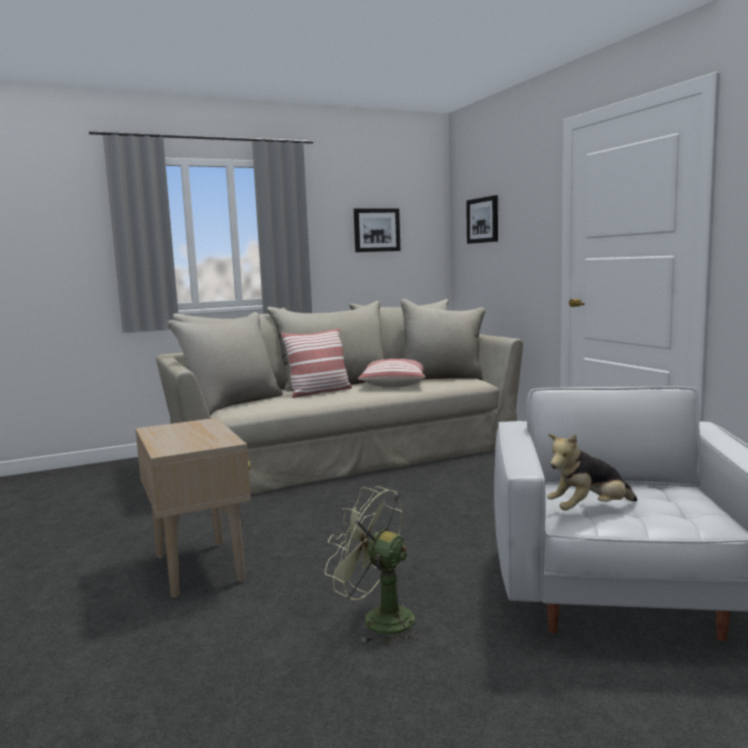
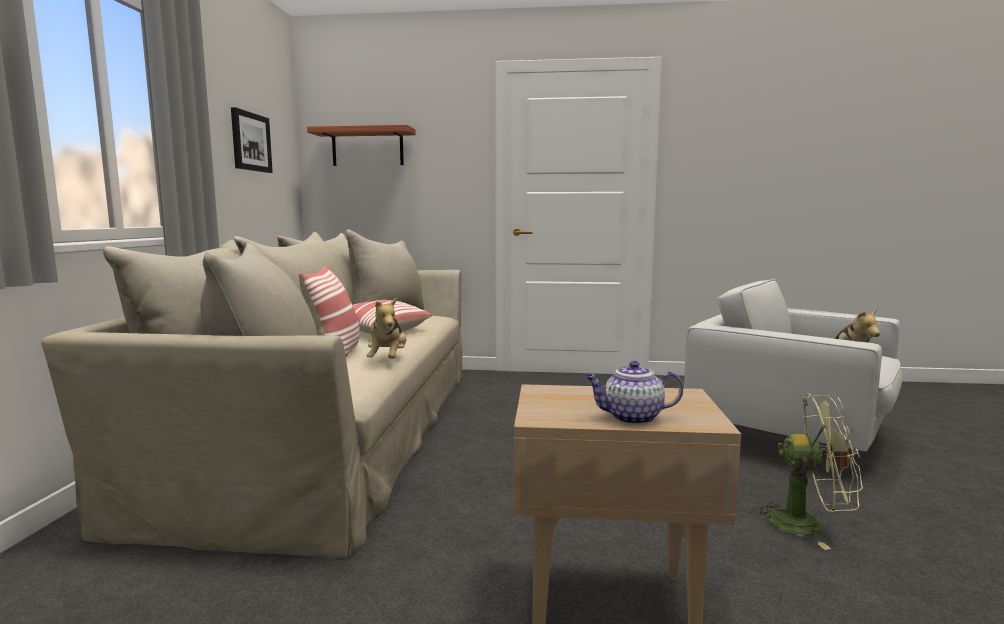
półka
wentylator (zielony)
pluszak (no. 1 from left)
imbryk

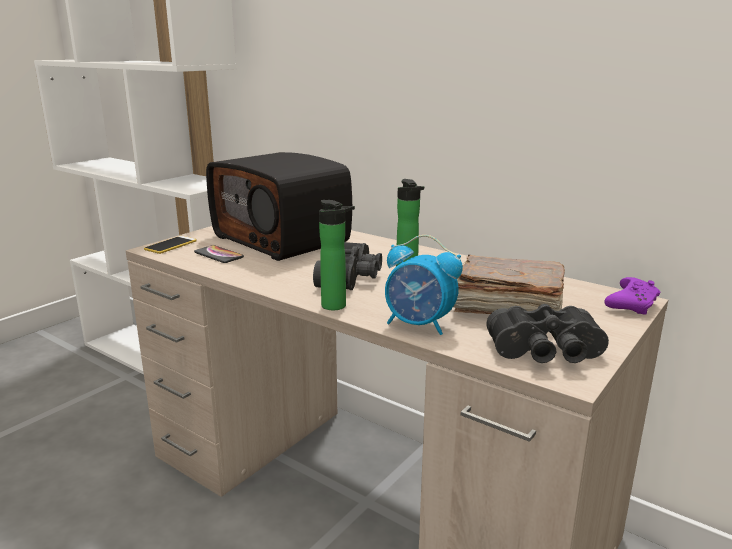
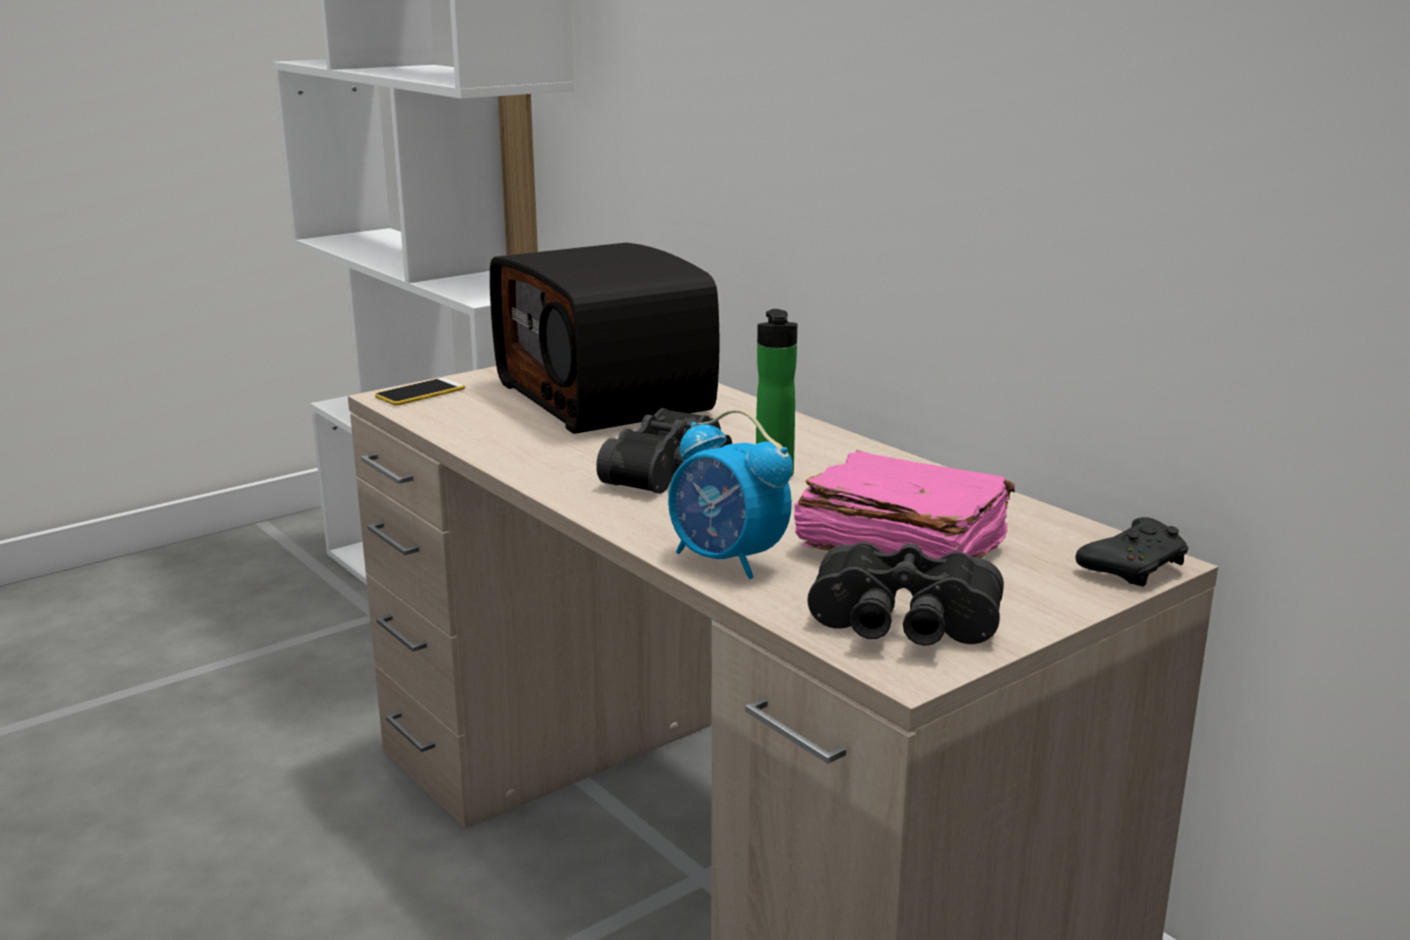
butelka (no. 1 from left in the first image)
telefon (no. 2 from left in the first image)
książka (różowy)
pad do gier (czarny)

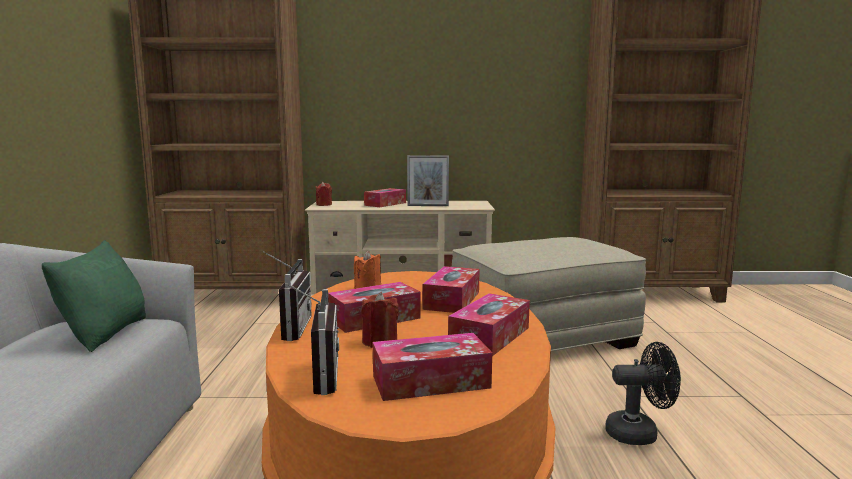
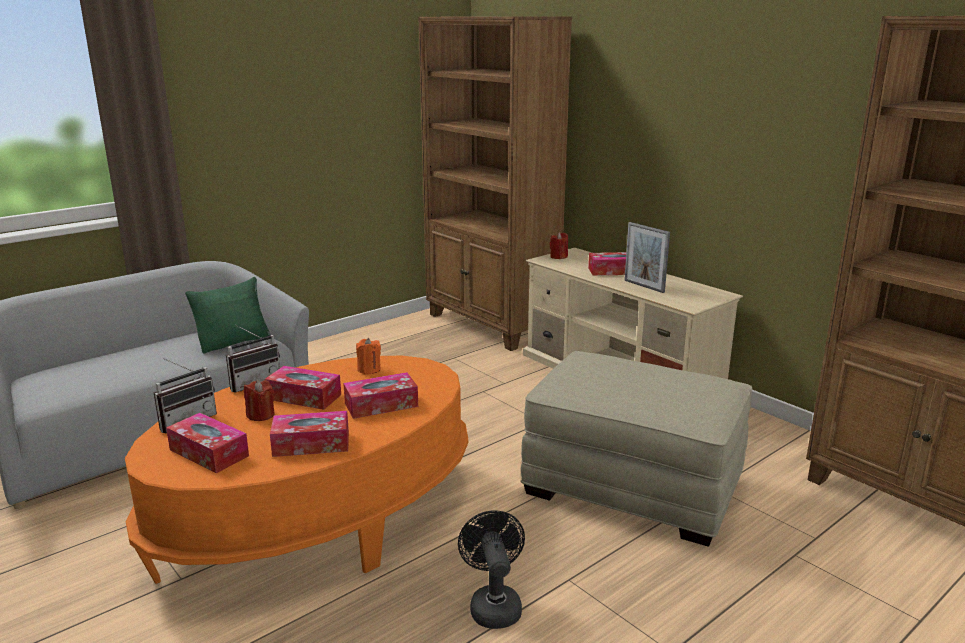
wentylator (czarny)

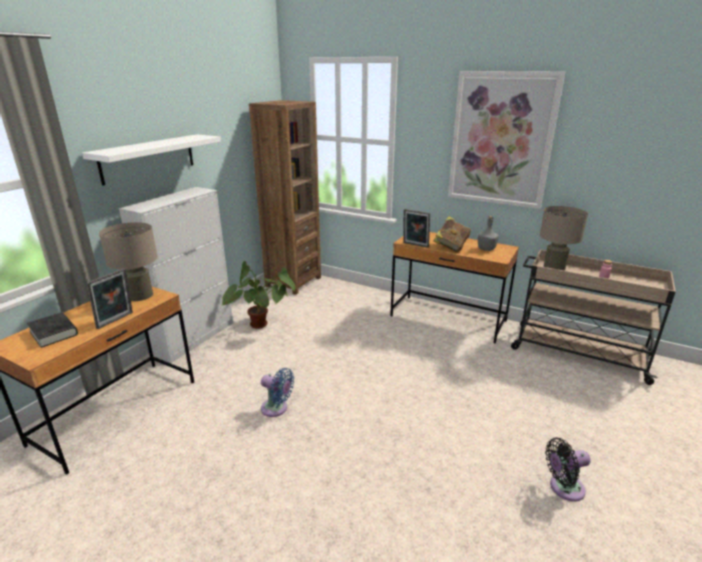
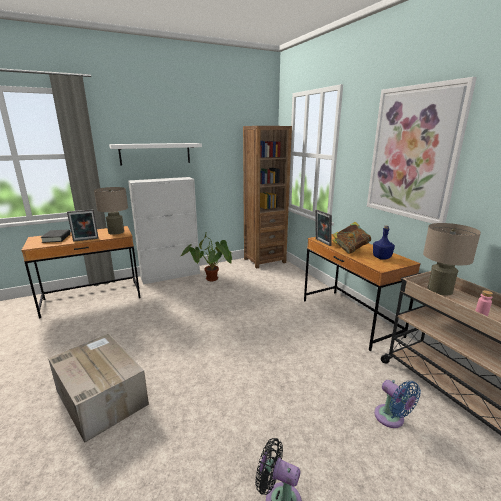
butelka (niebieski)
wentylator (niebieski)
karton

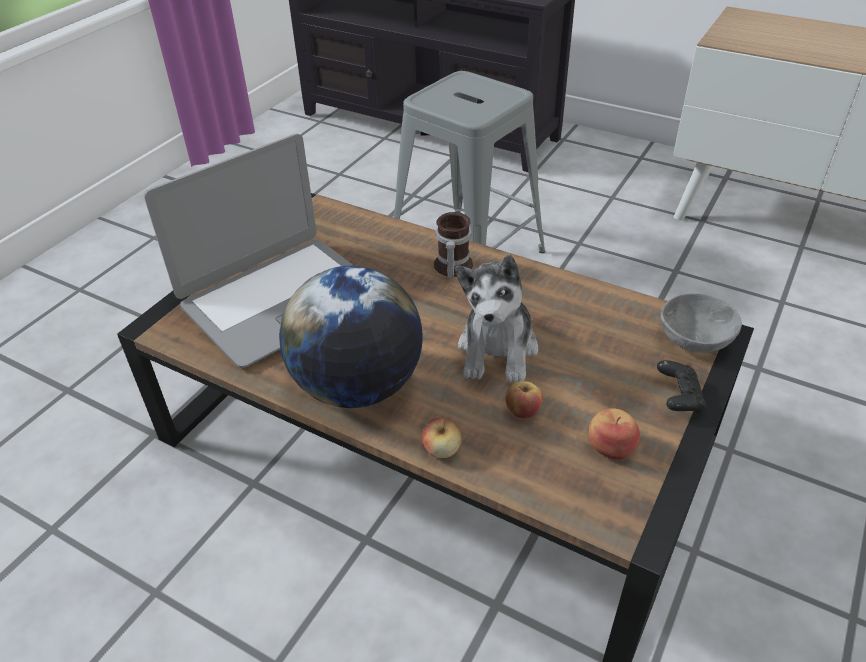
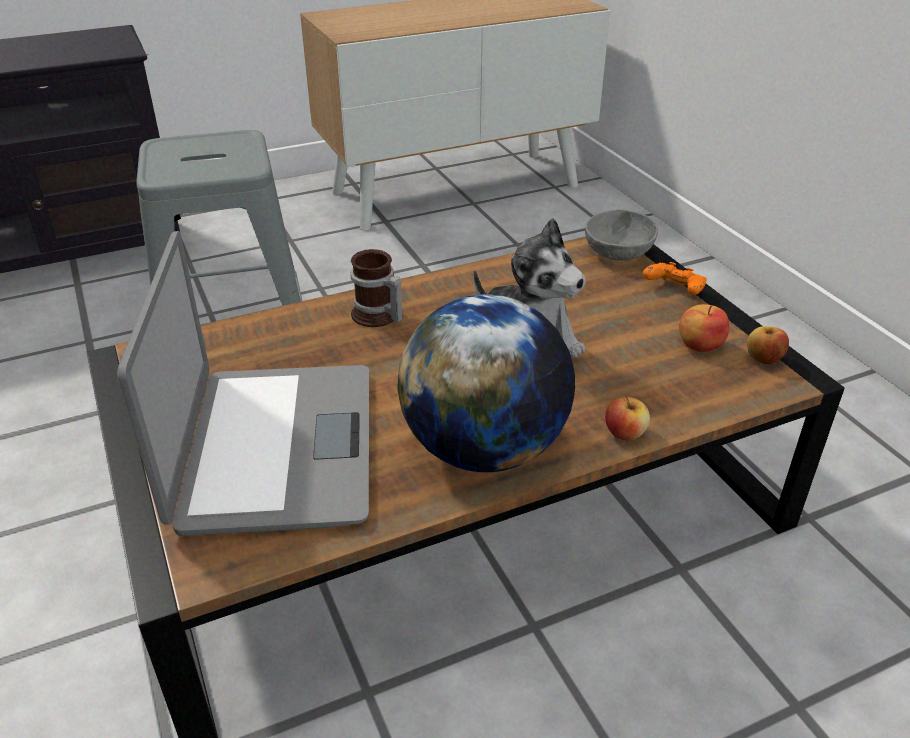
pad do gier (pomarańczowy)
jabłko (no. 3 from left)

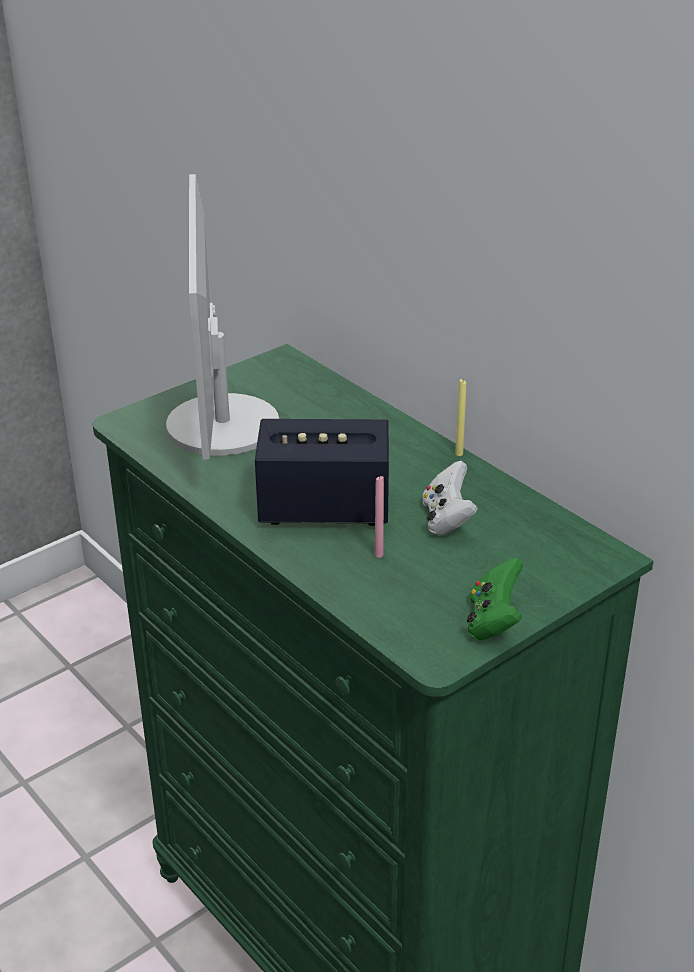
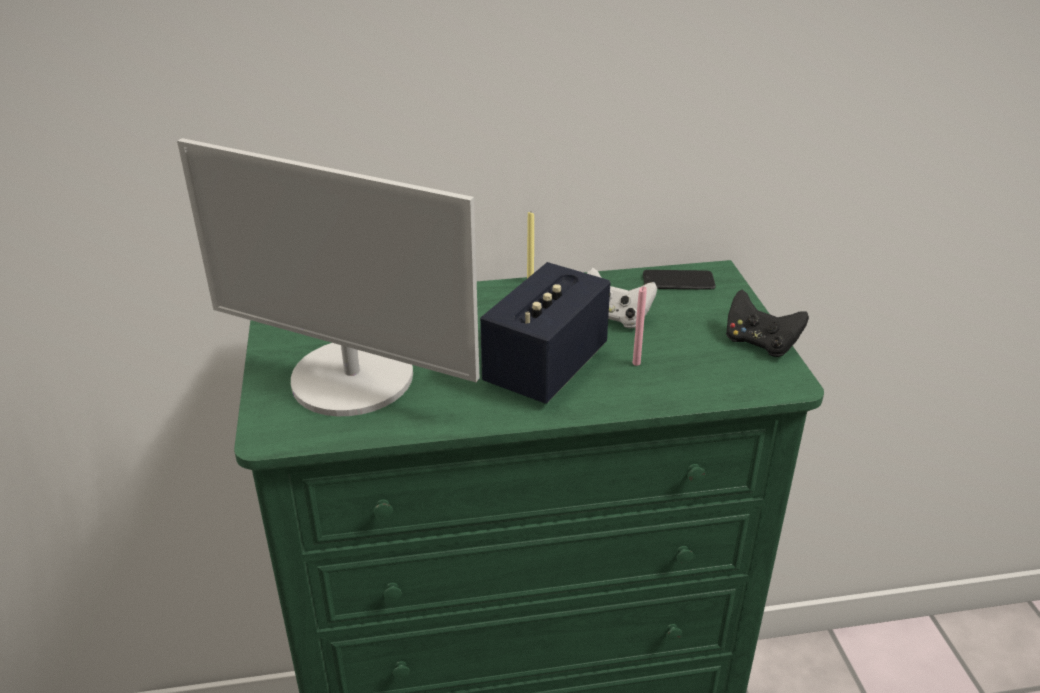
pad do gier (czarny)
telefon

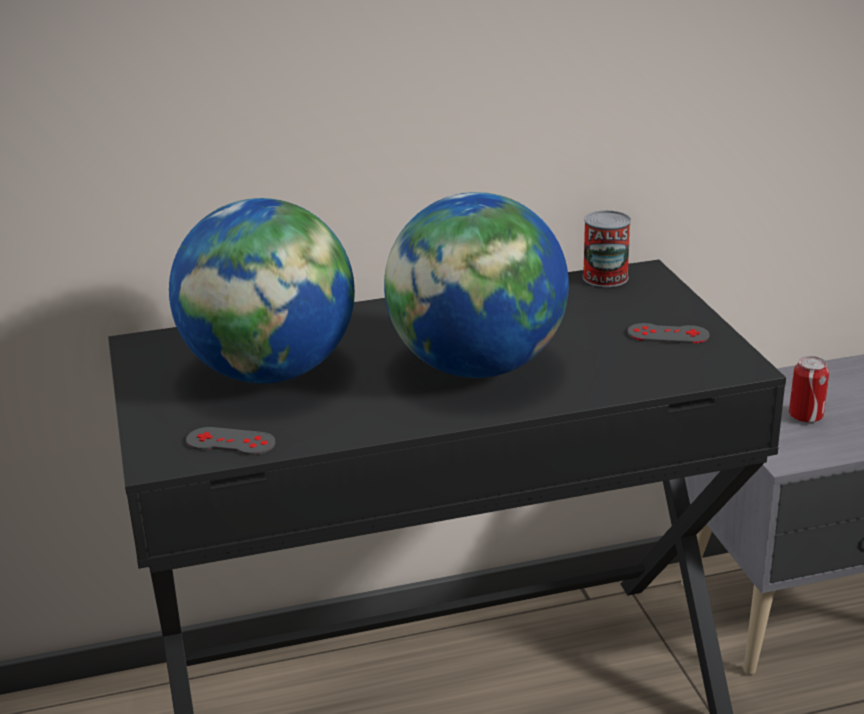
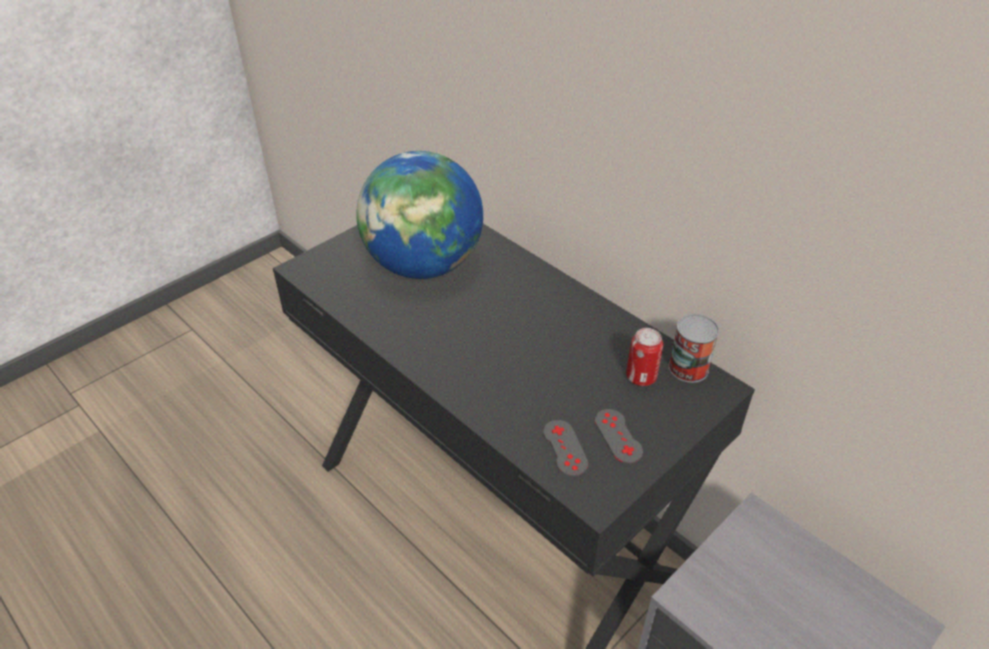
globus (no. 2 from left in the first image)
puszka (no. 1 from left)
pad do gier (szary) (no. 1 from left)

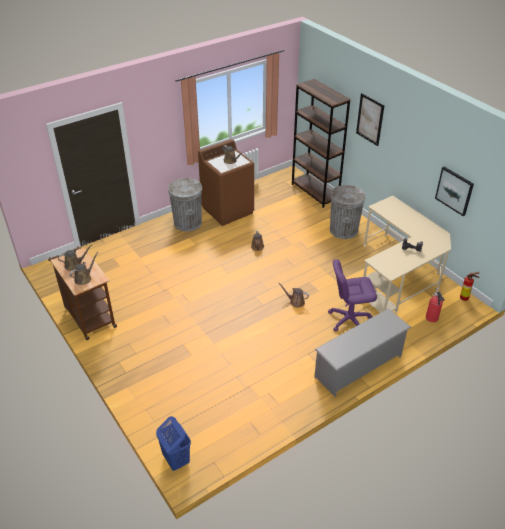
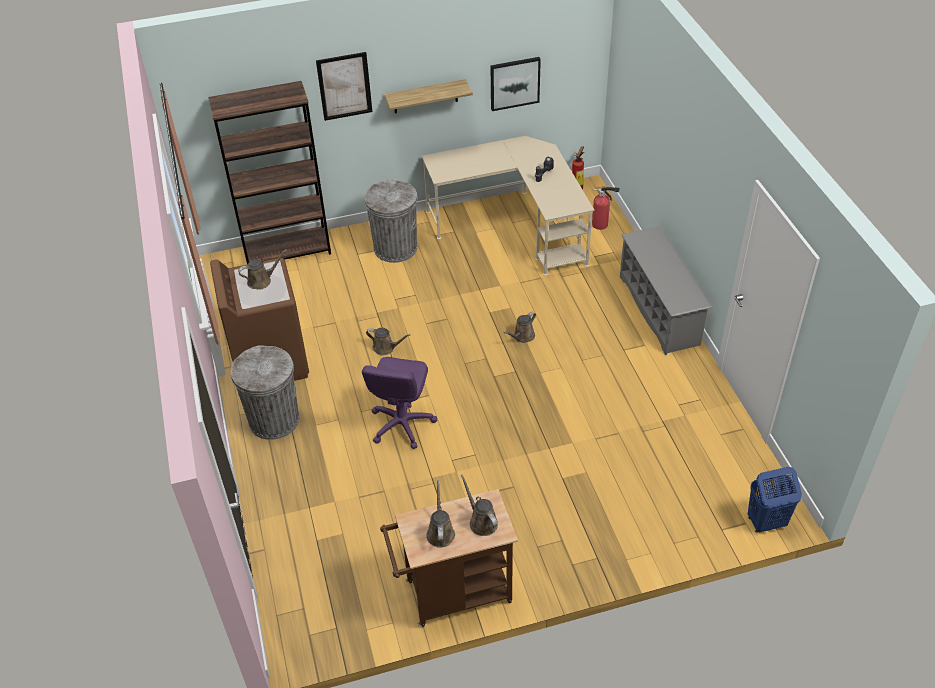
krzesło biurowe (fioletowy)
półka

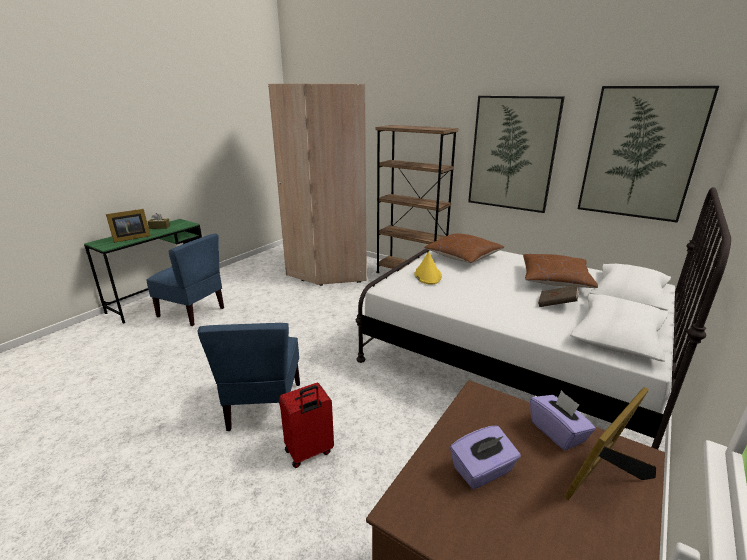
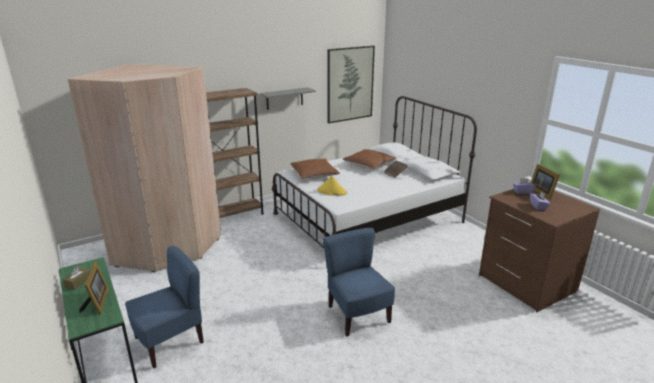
półka (szary)
krzesło (niebieski) (no. 2 from left)
walizka (czerwony)

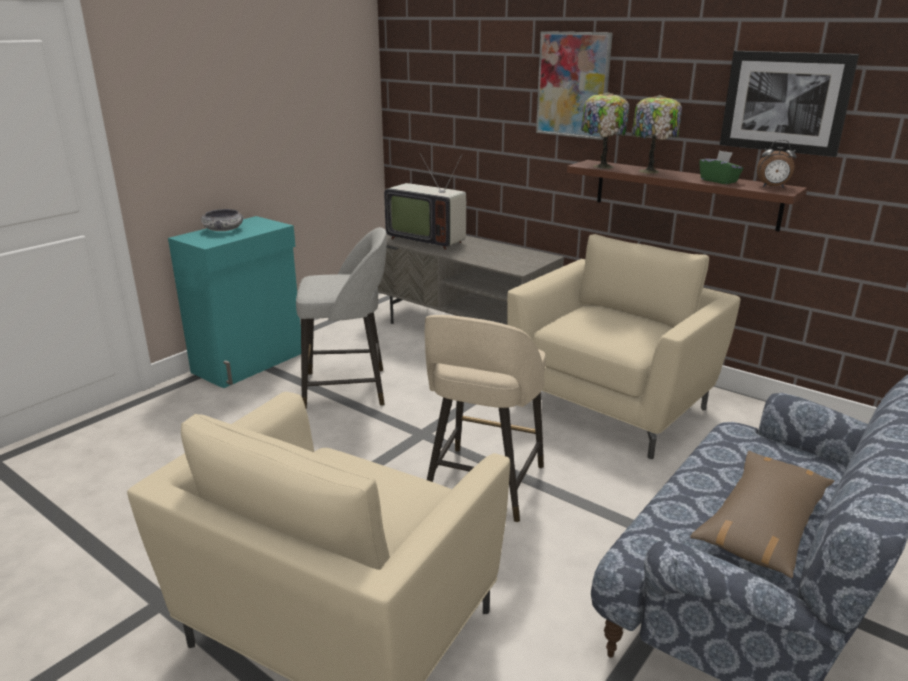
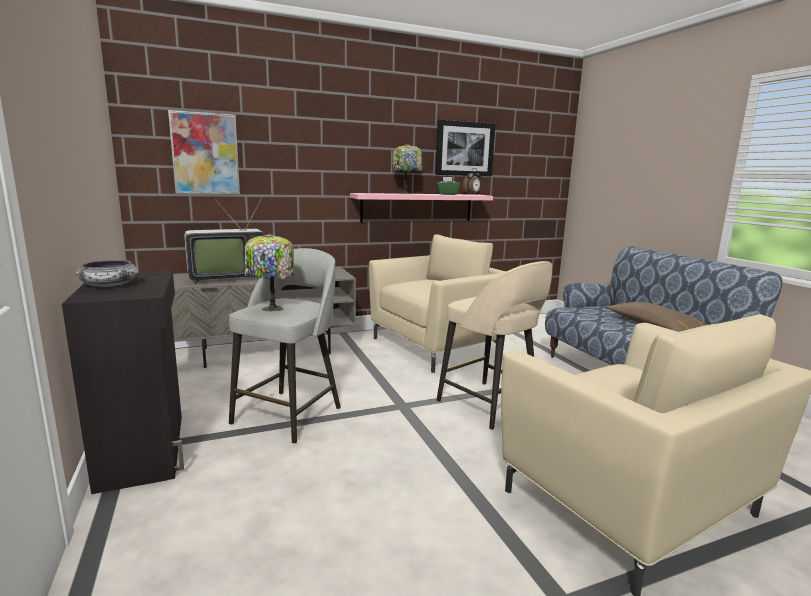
obraz (no. 1 from left)
lampa stołowa (no. 1 from left)
półka (różowy)
szafka (czarny)
fotel (beżowy) (no. 1 from left)

